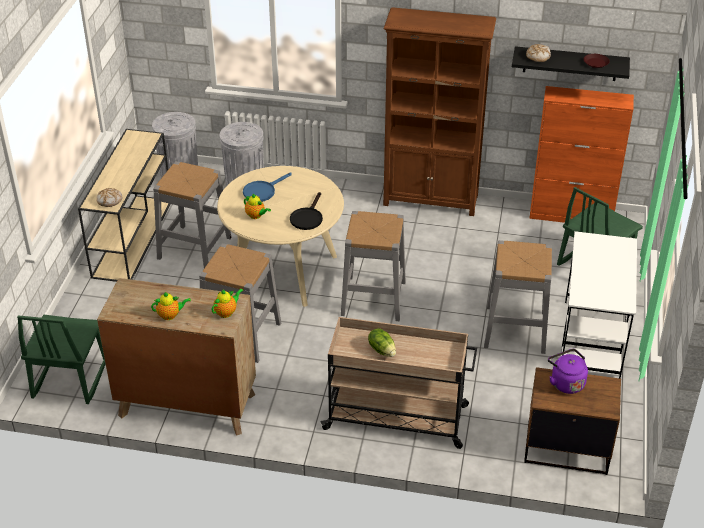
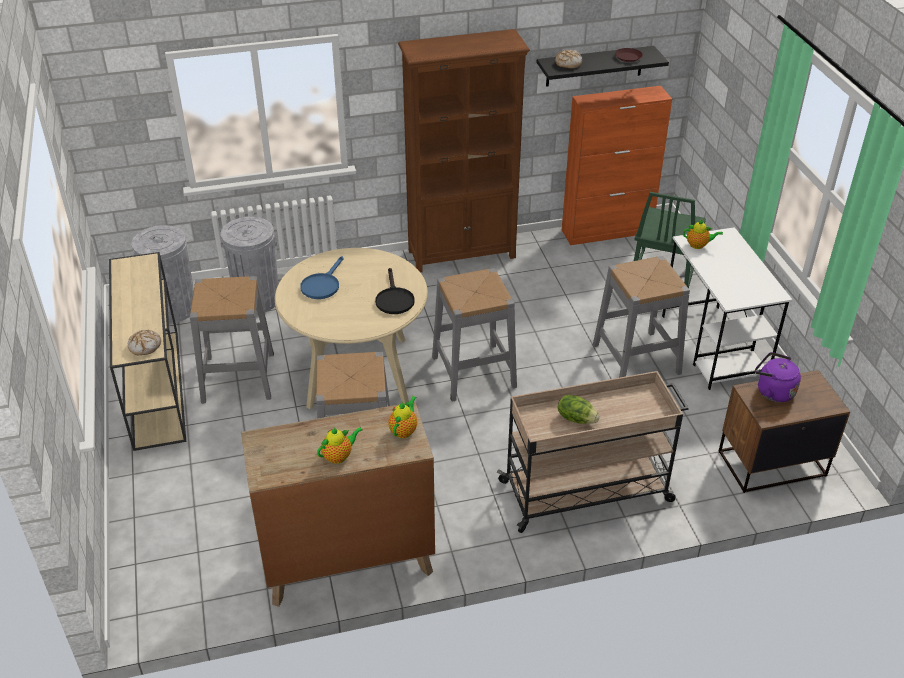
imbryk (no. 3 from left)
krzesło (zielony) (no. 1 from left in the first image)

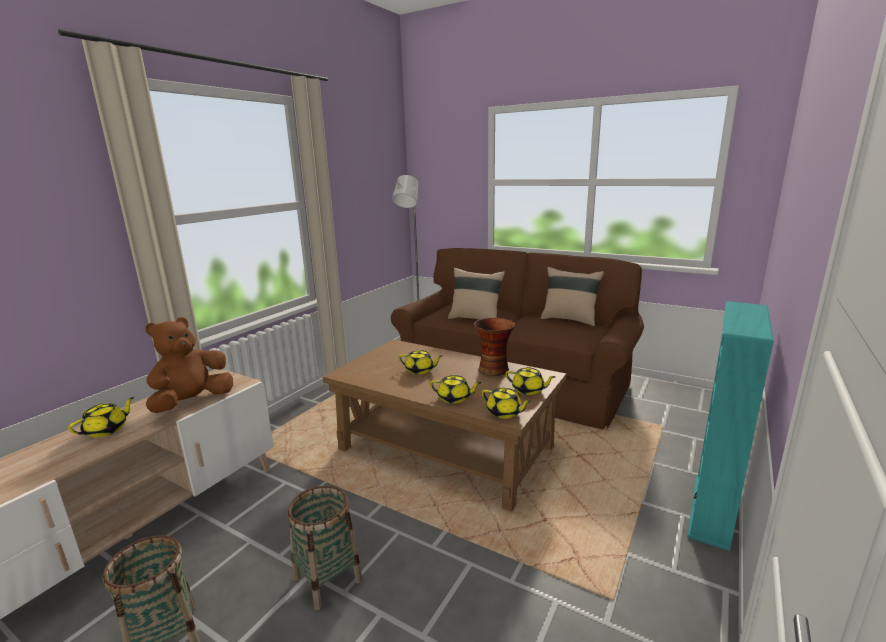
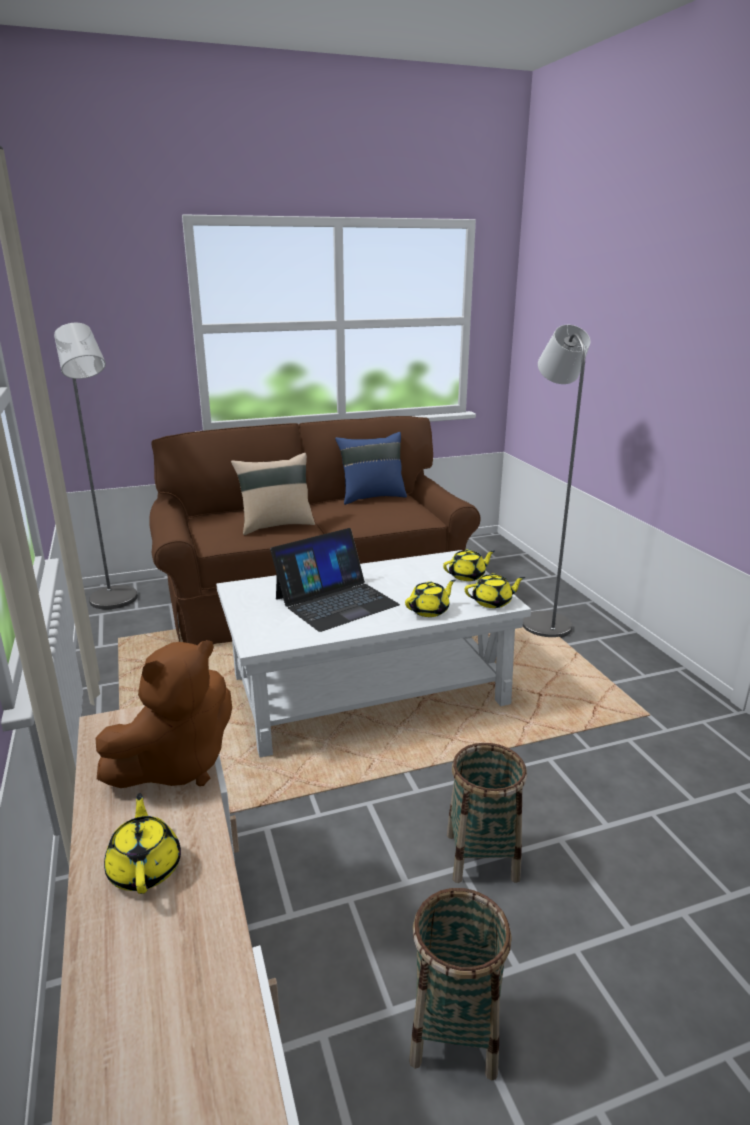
poduszka (niebieski)
regał (turkusowy)
pluszak (brązowy)
wazon
ława (biały)
laptop
lampa stojąca (szary) (no. 2 from left)

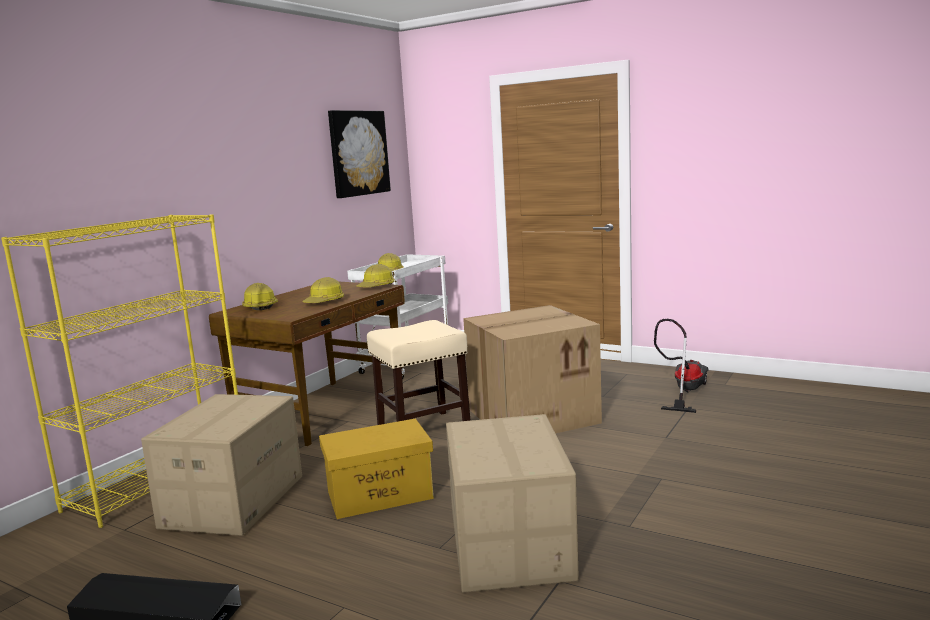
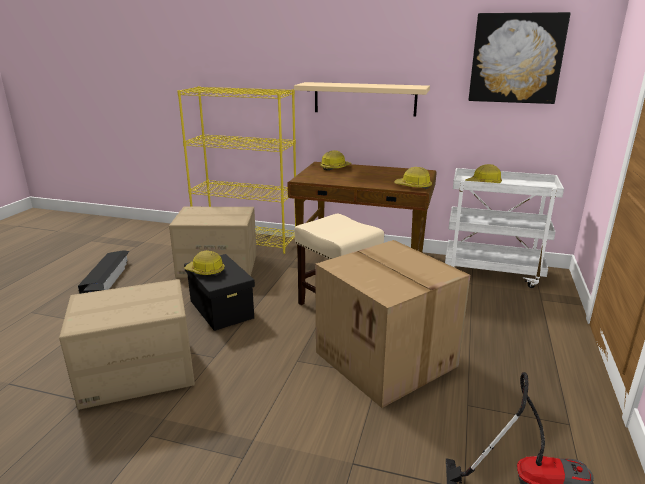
kask (no. 1 from left)
pojemnik do przechowywania (czarny) (no. 2 from left)
półka (beżowy)

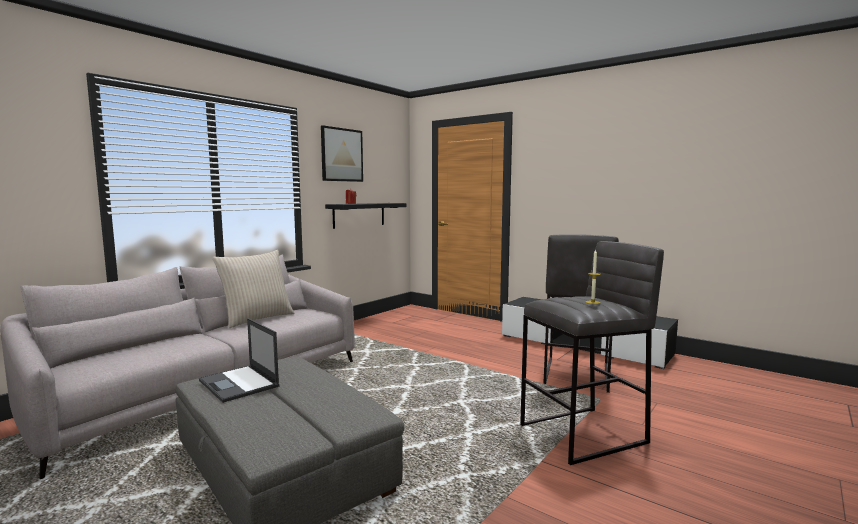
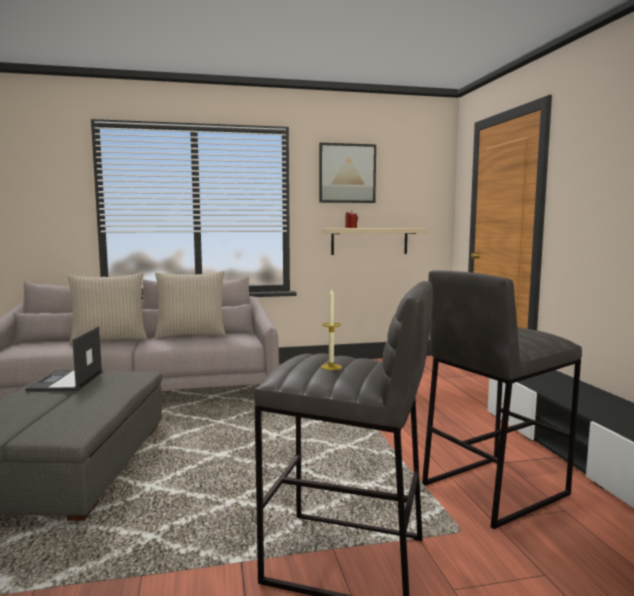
półka (beżowy)
poduszka (beżowy) (no. 1 from left)

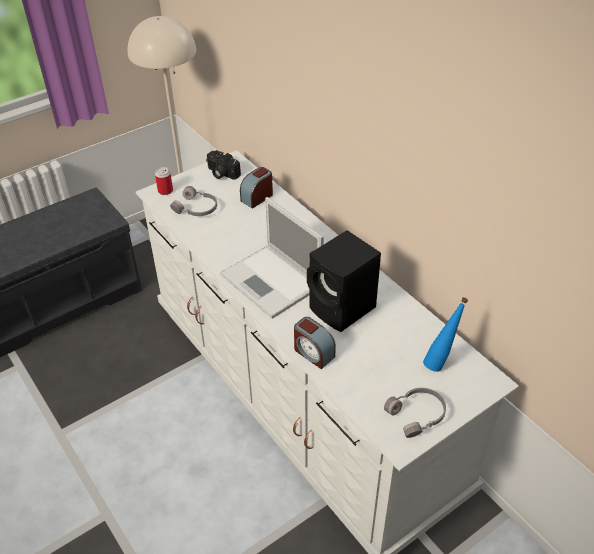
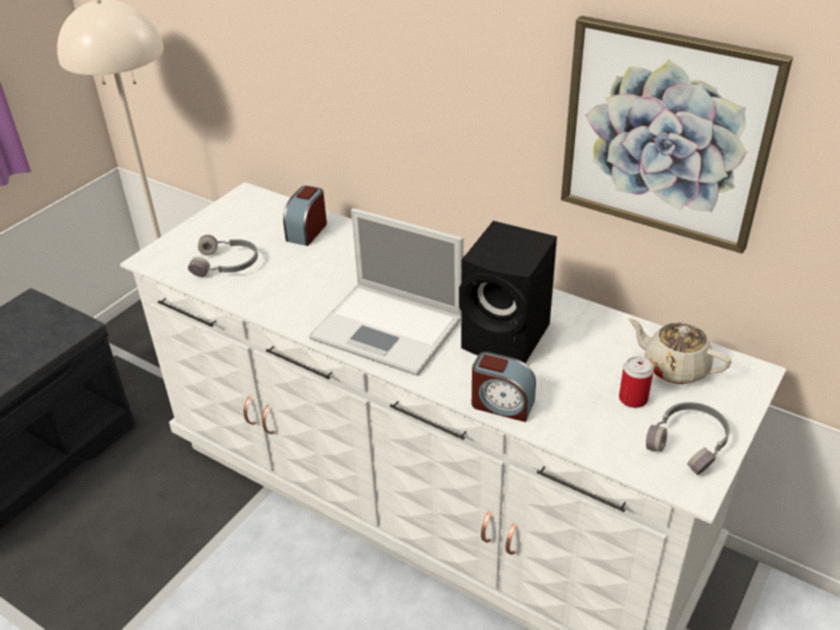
aparat fotograficzny
puszka
imbryk (beżowy)
obraz

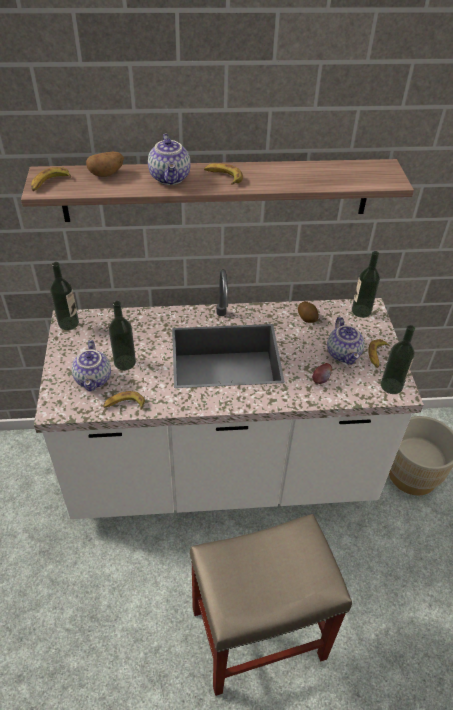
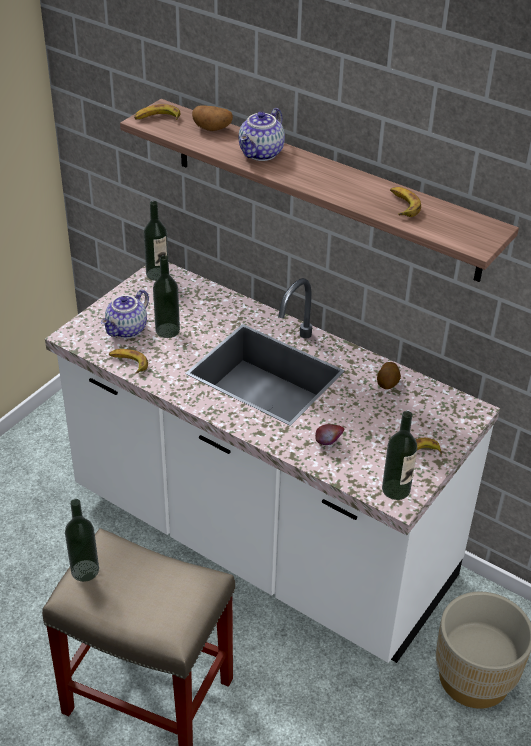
banan (no. 3 from left)
butelka (no. 1 from left)
imbryk (no. 3 from left in the first image)

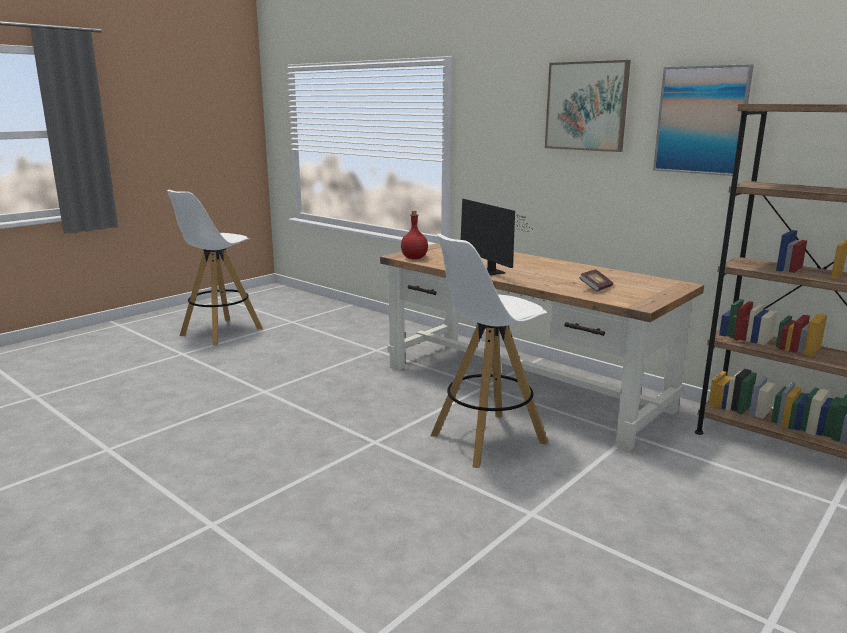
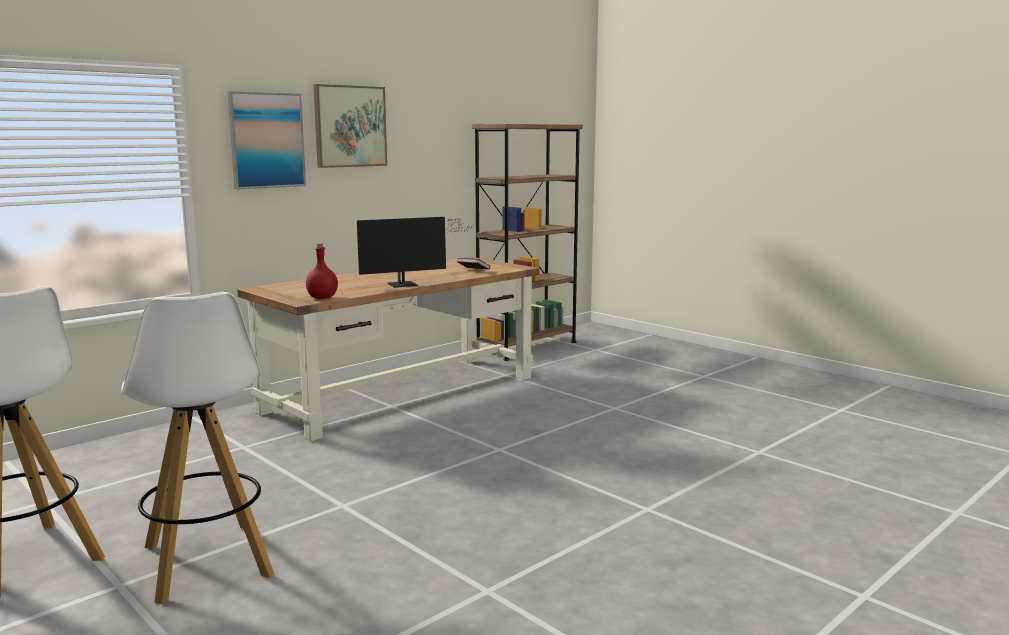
obraz (no. 1 from left)
stołek (biały) (no. 2 from left)

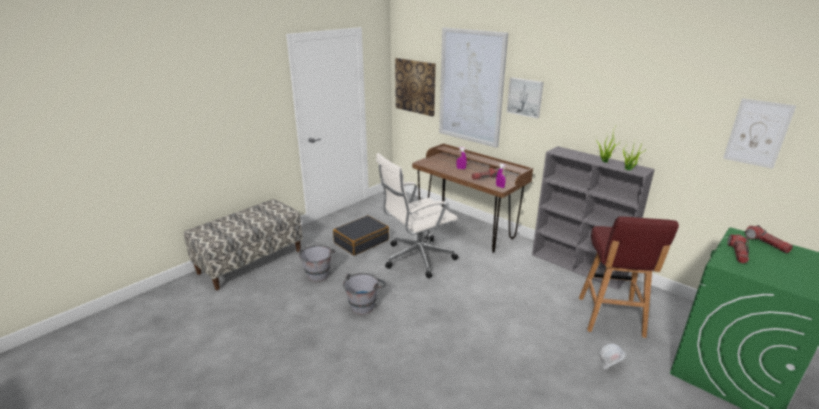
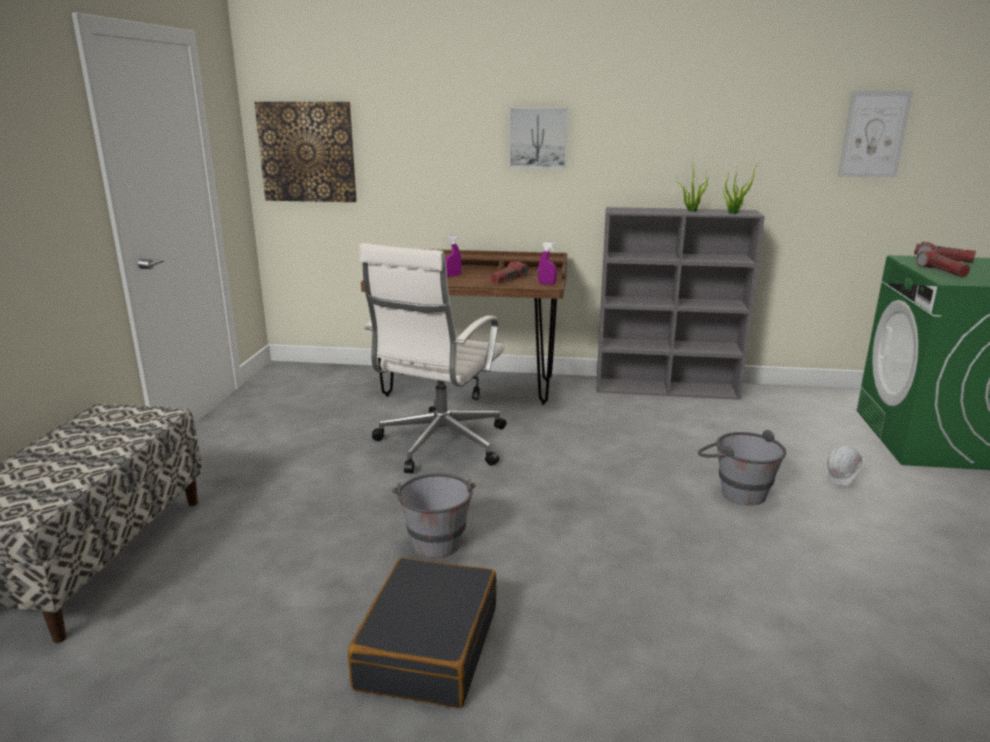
obraz (no. 2 from left in the first image)
walizka (czarny)
stołek (czerwony)
wiadro (szary) (no. 2 from left)

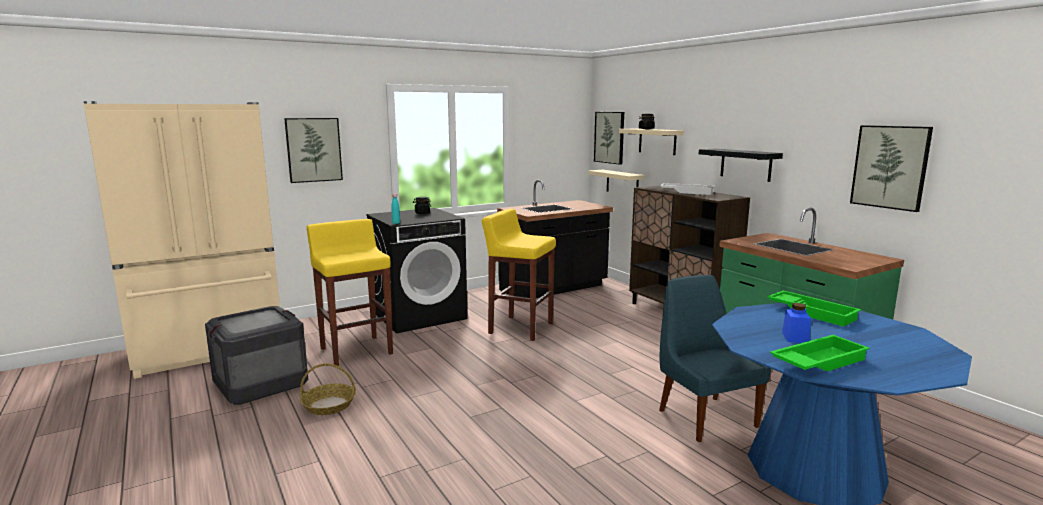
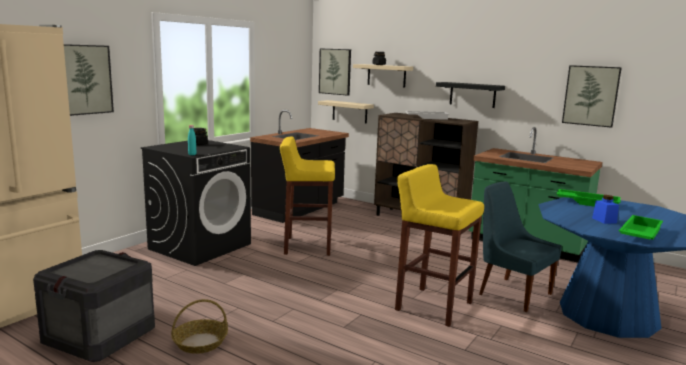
stołek (żółty) (no. 2 from left)

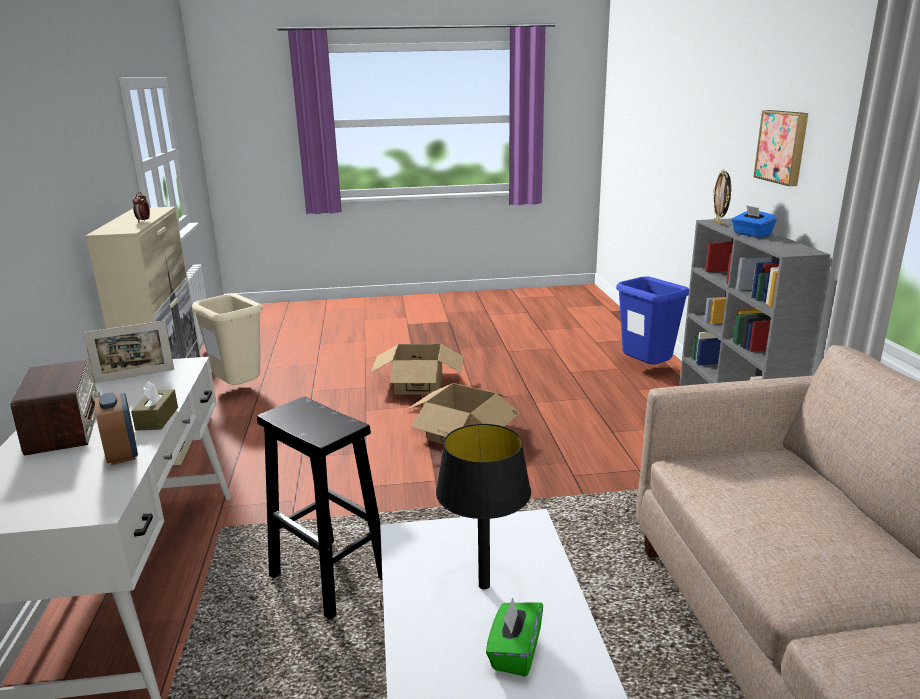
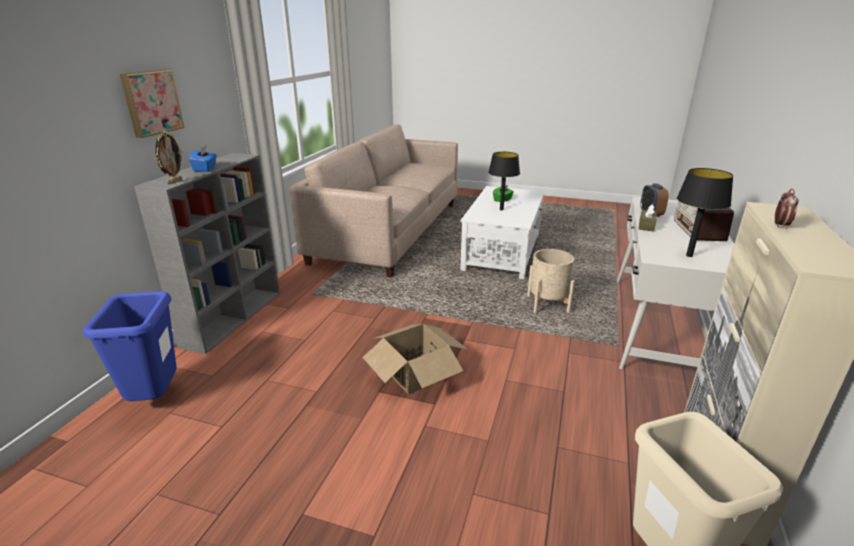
lampa stołowa (czarny) (no. 2 from left)
karton (no. 1 from left in the first image)
donica (beżowy)

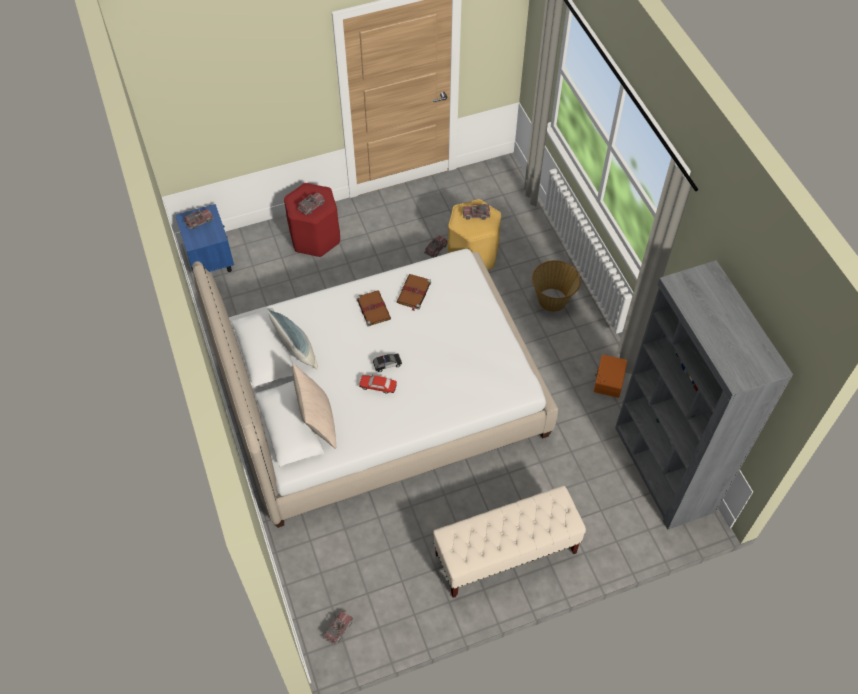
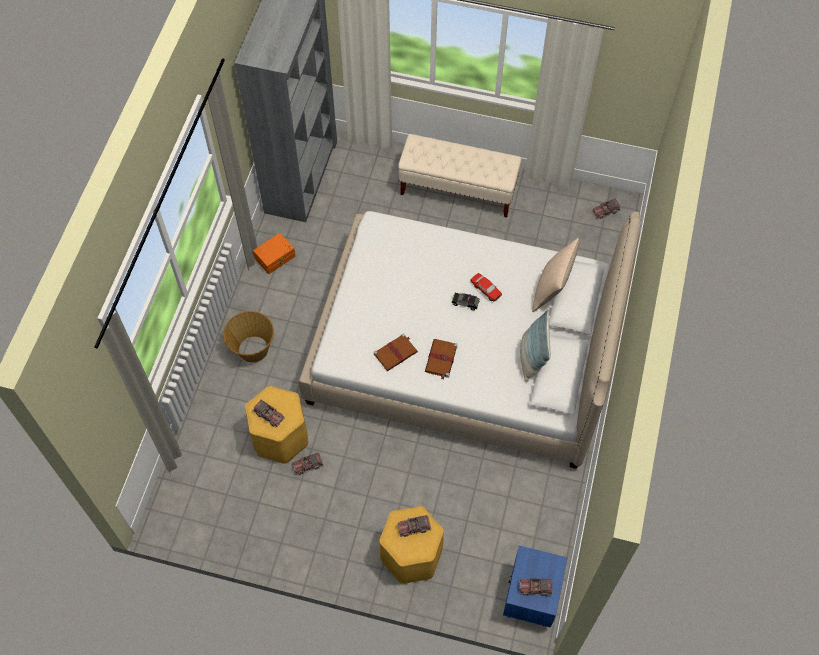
stołek (żółty) (no. 2 from left)

